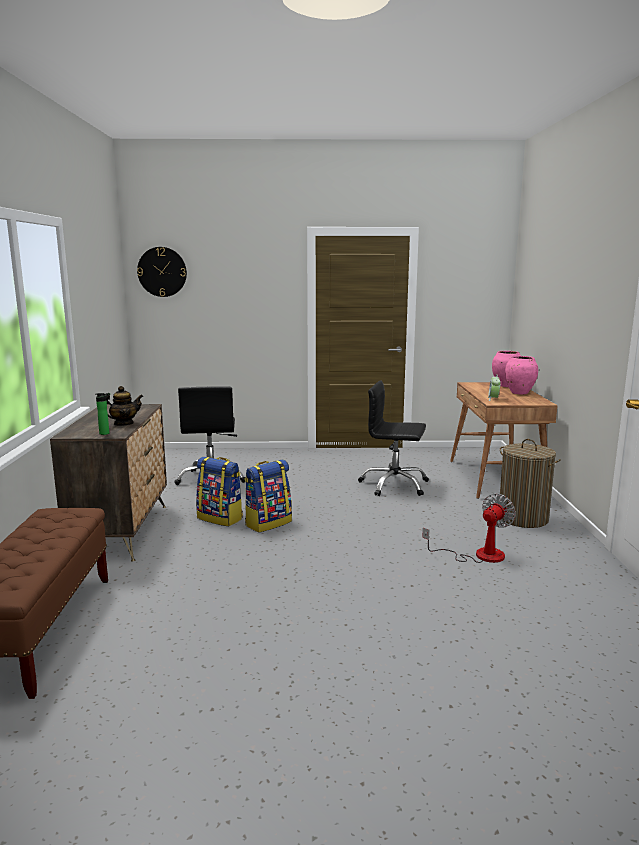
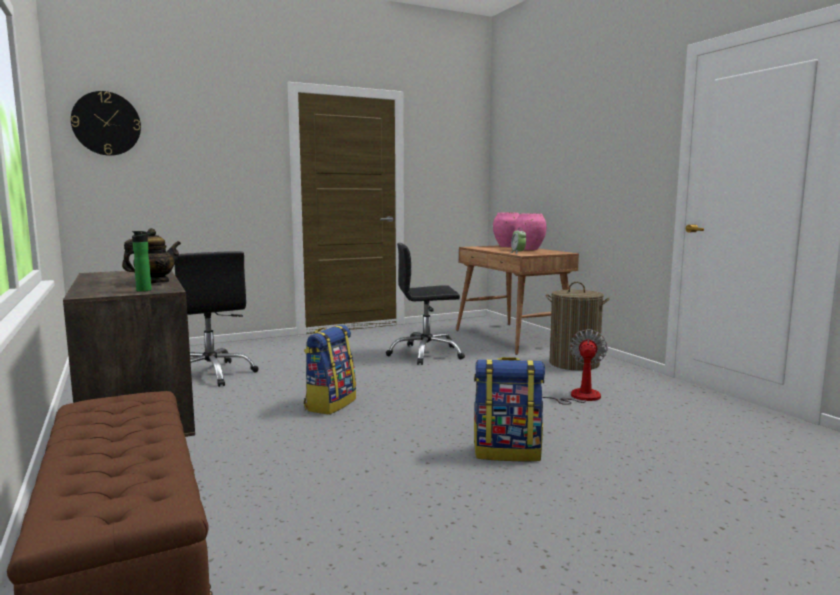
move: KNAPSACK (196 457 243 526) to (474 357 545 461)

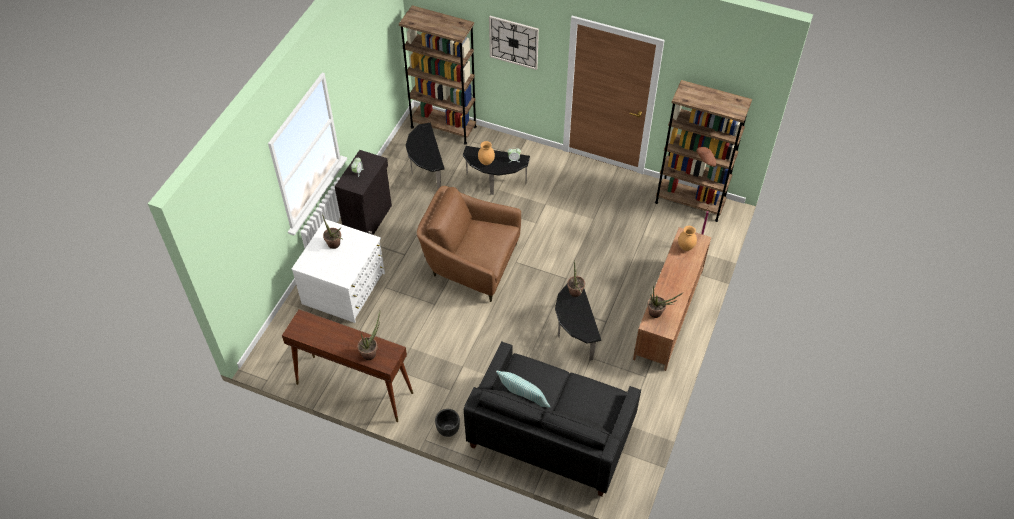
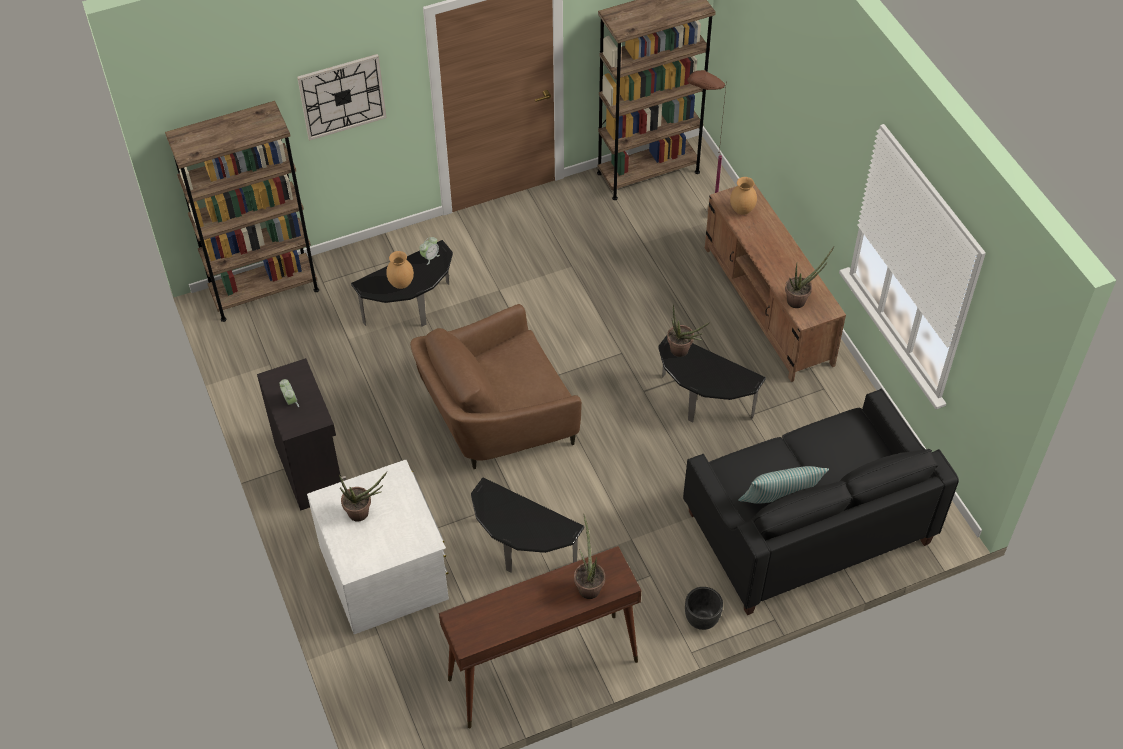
move: END TABLE (406 123 445 189) to (471 477 584 573)

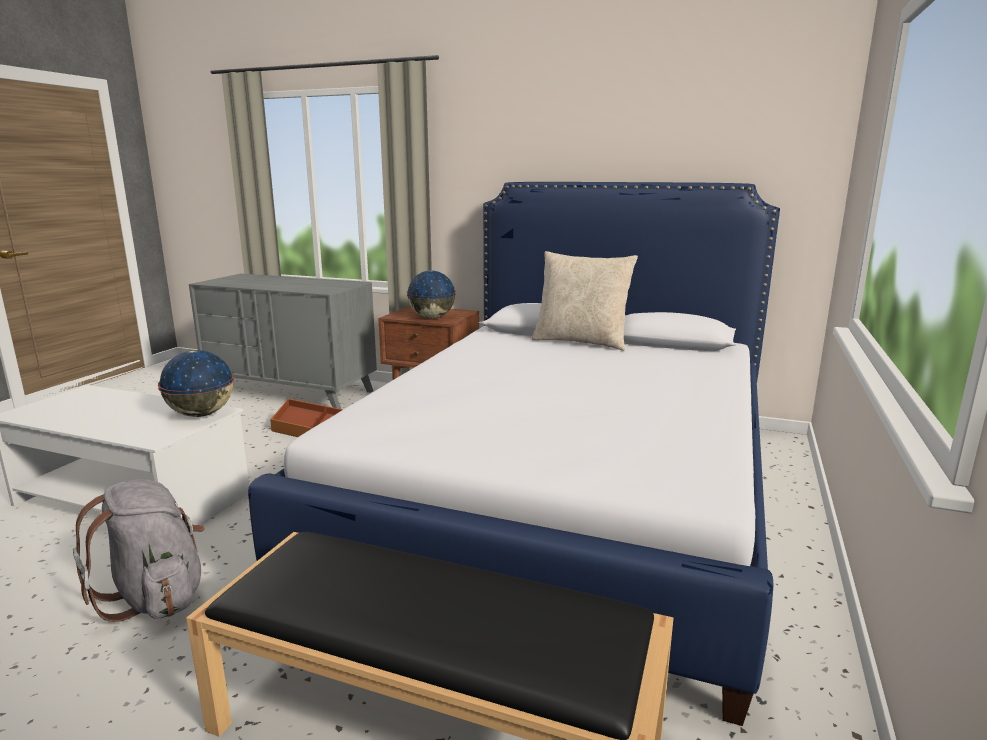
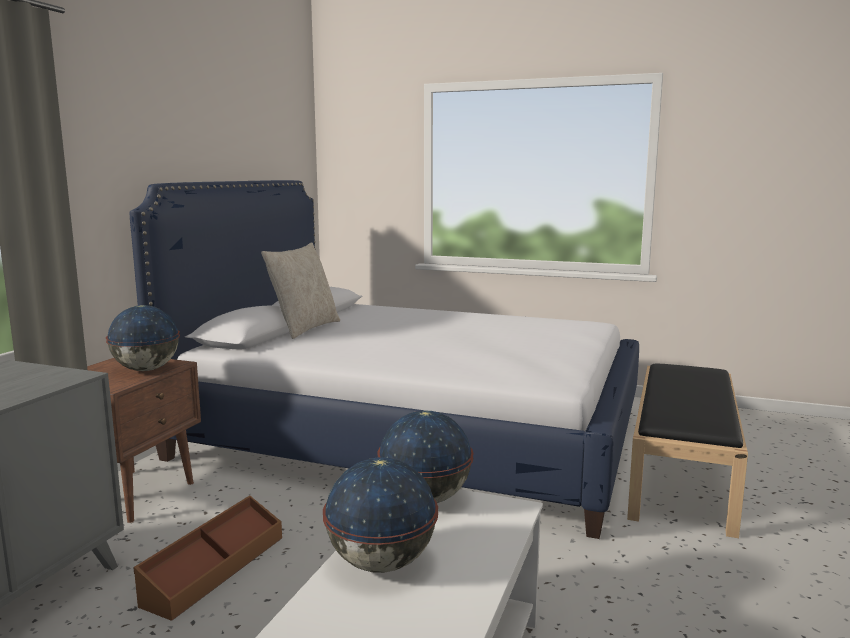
delete: GREY KNAPSACK (73 480 205 622)
insert: WORLD GLOBE (323 457 438 573)

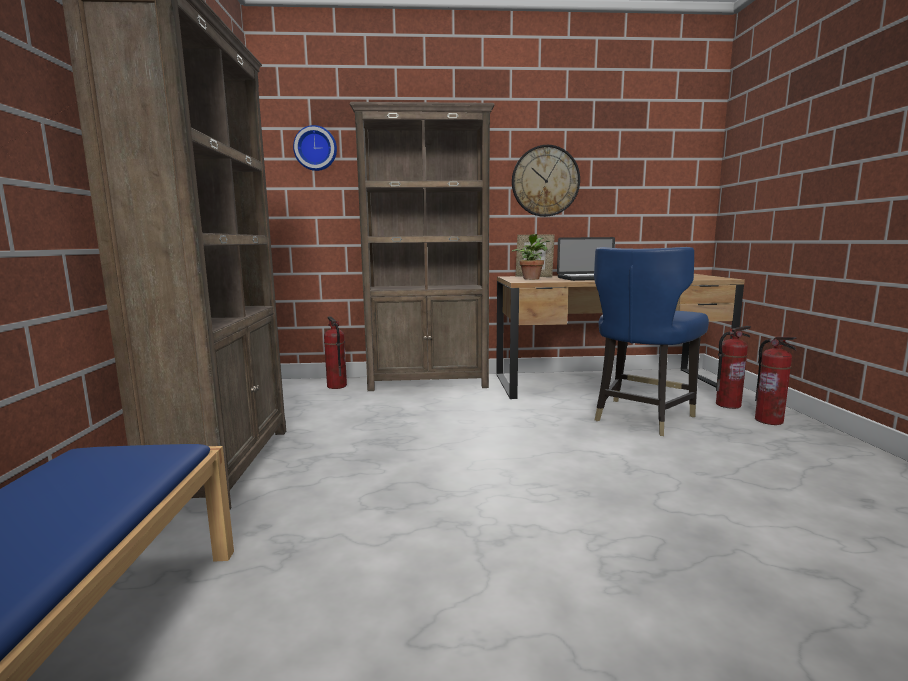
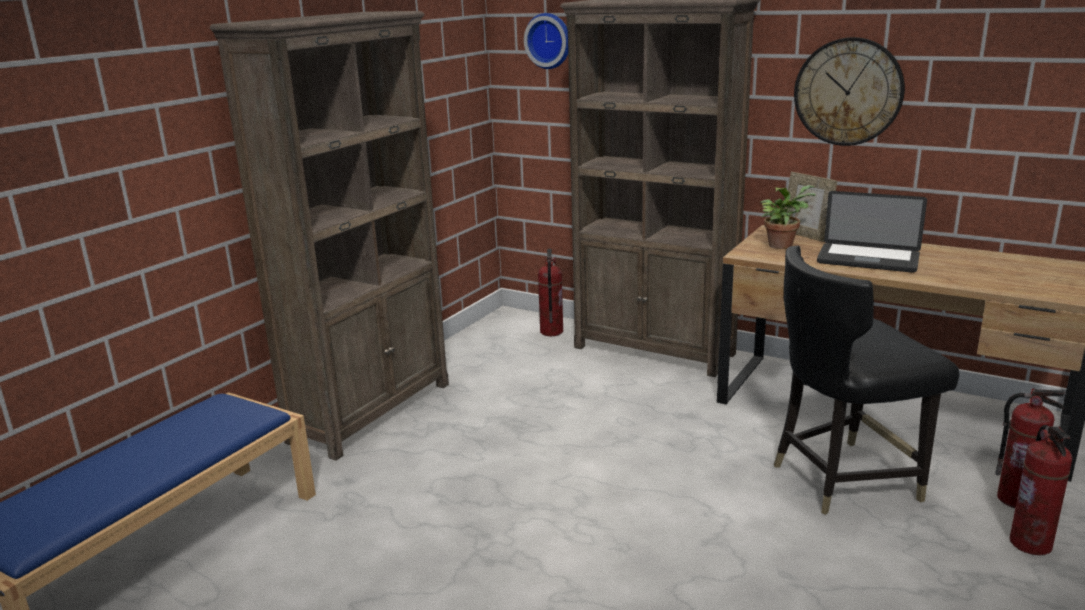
recolor: BLUISH CHAIR (594 247 709 436) to BLACK CHAIR (774 246 959 515)

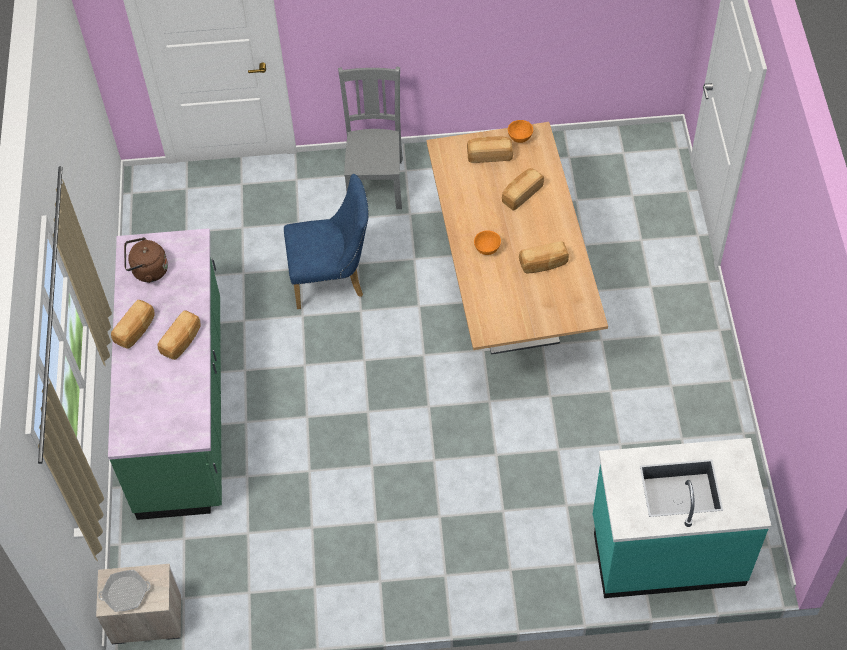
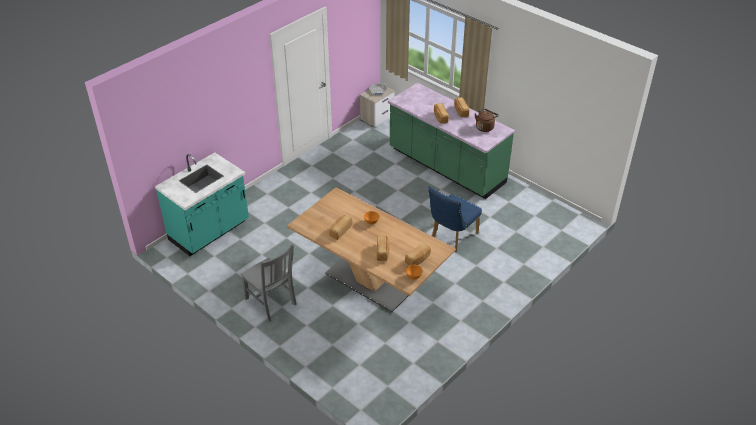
move: GREY CHAIR (338 66 403 209) to (241 244 297 322)

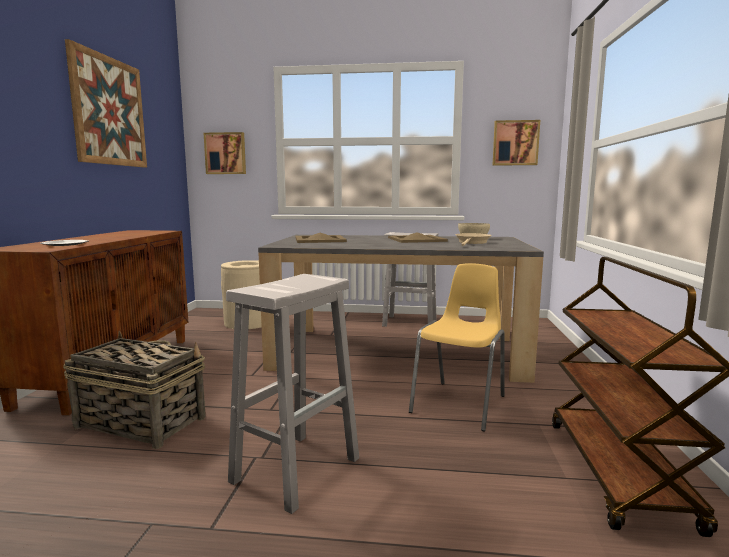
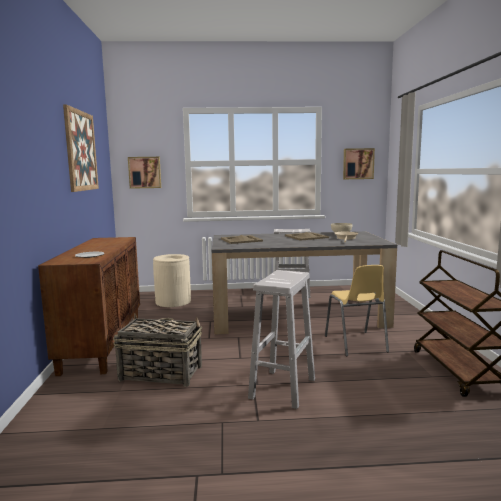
rotate: YELLOWISH CHAIR (409 263 505 431) = (325 265 389 356) 150 degrees clockwise

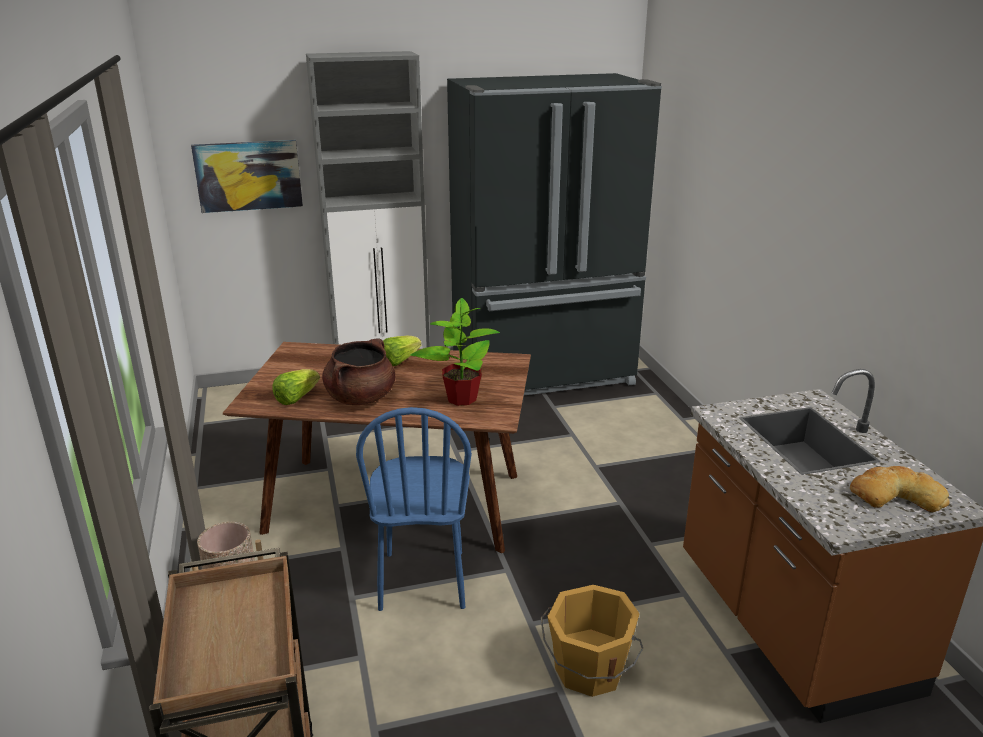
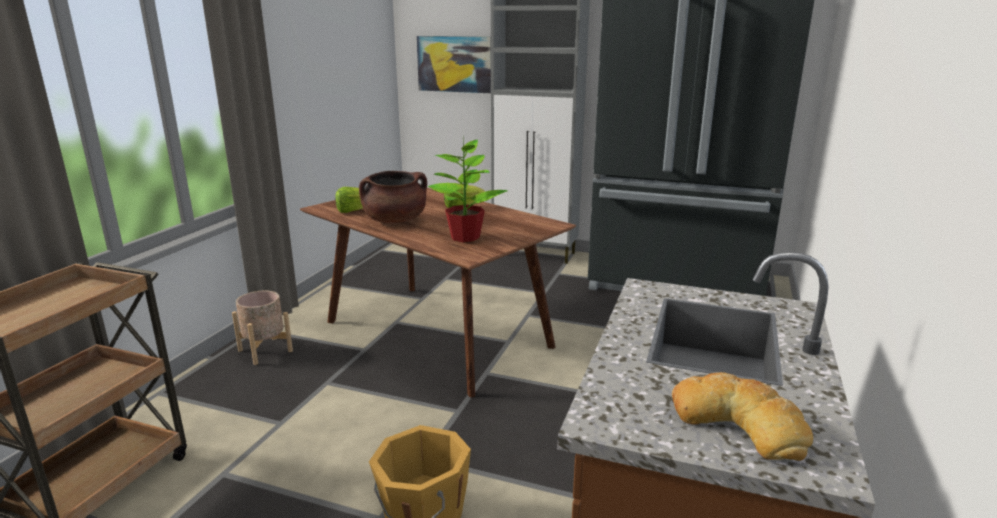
delete: BLUISH CHAIR (356 407 472 611)

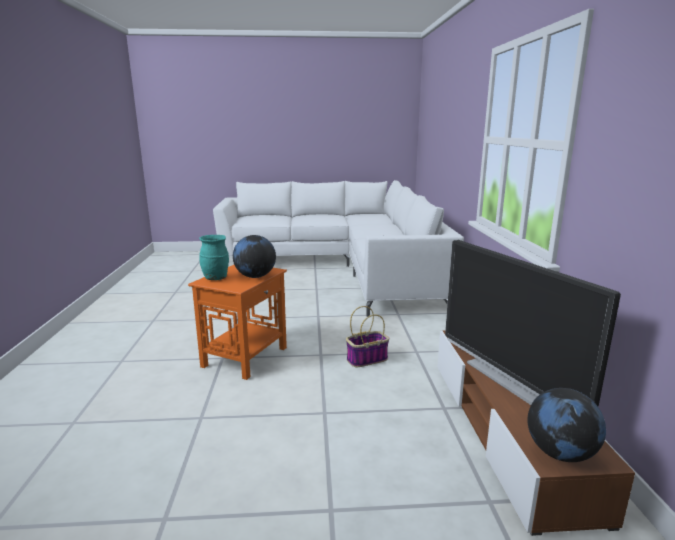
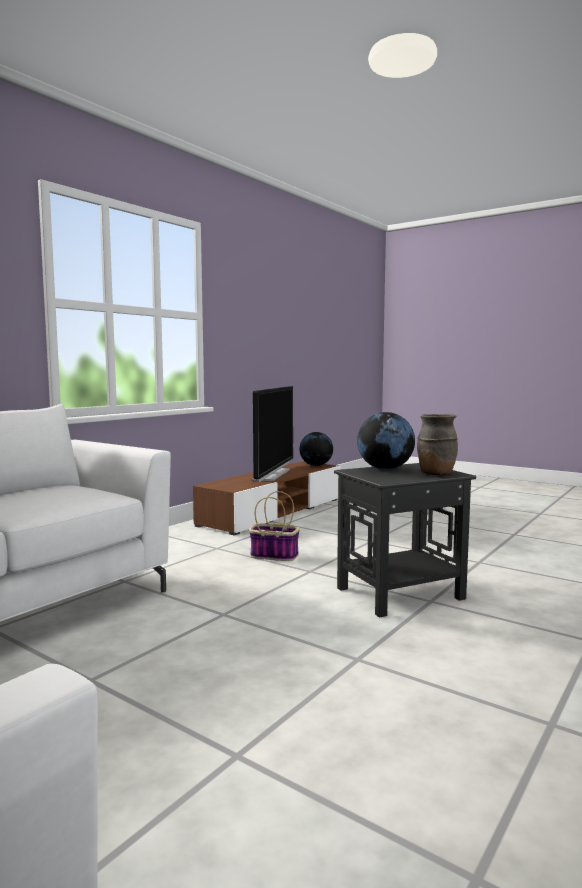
recolor: ORANGEY END TABLE (188 265 287 380) to BLACK END TABLE (334 463 476 618); BLUE-GREEN FLOWER VASE (199 235 229 280) to BROWN FLOWER VASE (417 414 458 475)

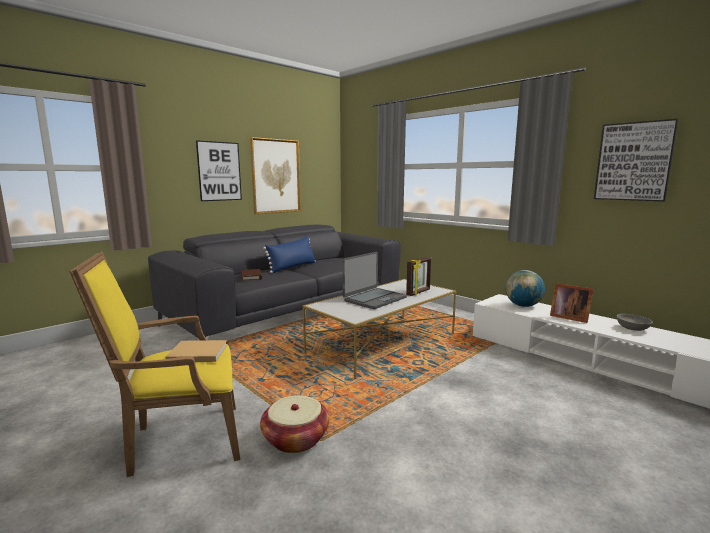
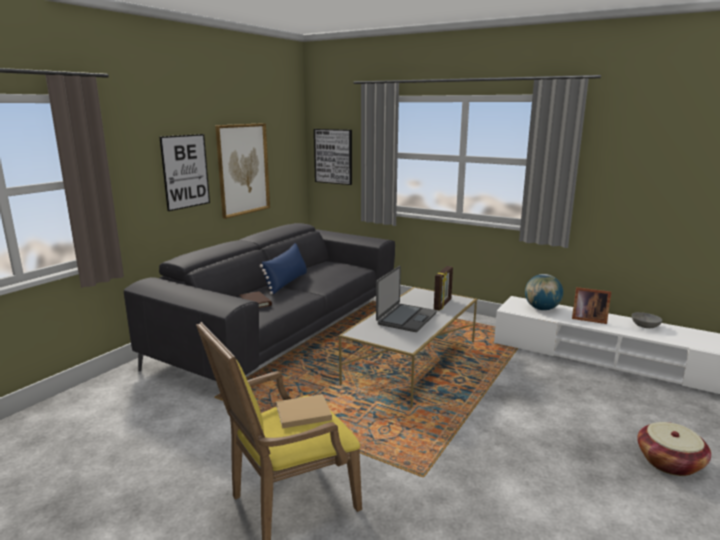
move: WALL ART (594 119 679 201) to (314 129 352 185); STORAGE BASKET (260 395 330 453) to (637 422 711 476)

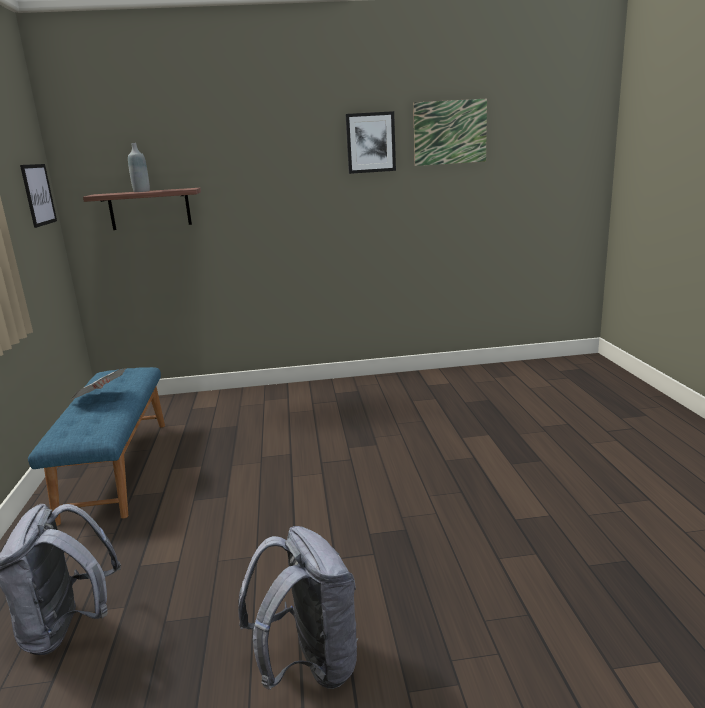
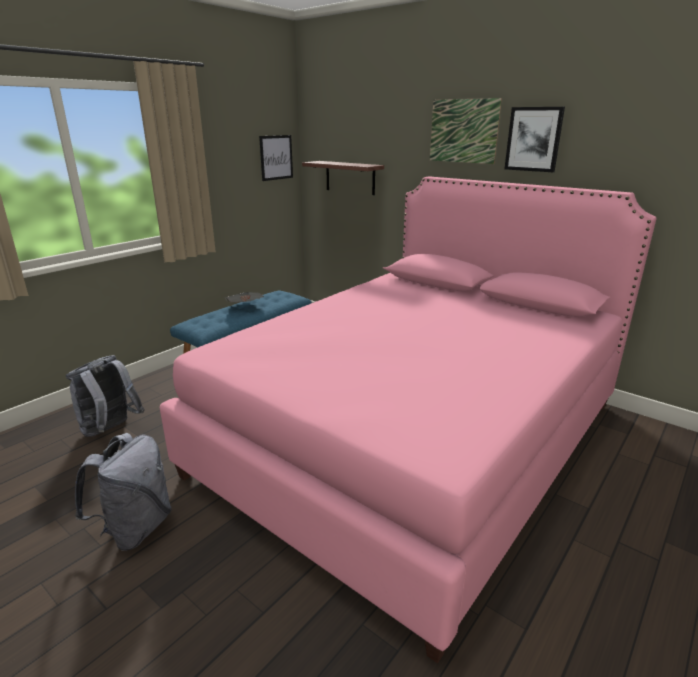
delete: GREY BOTTLE (128 143 150 192)
insert: PINKISH BED (160 176 656 664)
move: WALL ART (413 99 487 166) to (430 98 502 164)

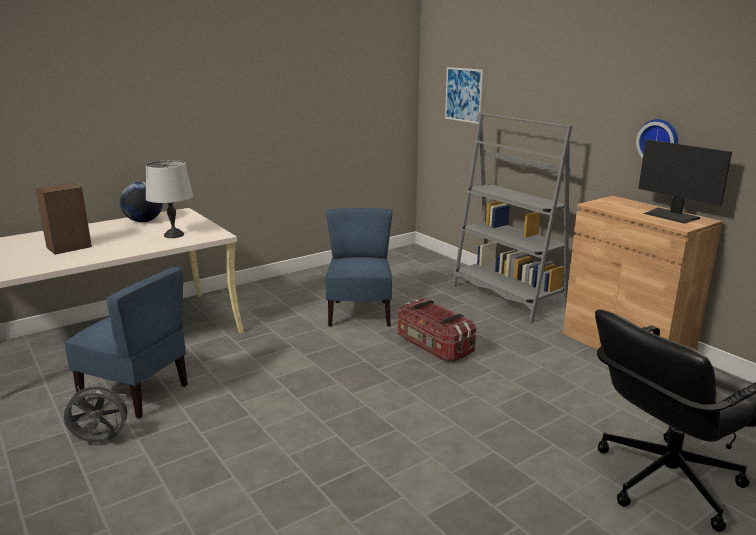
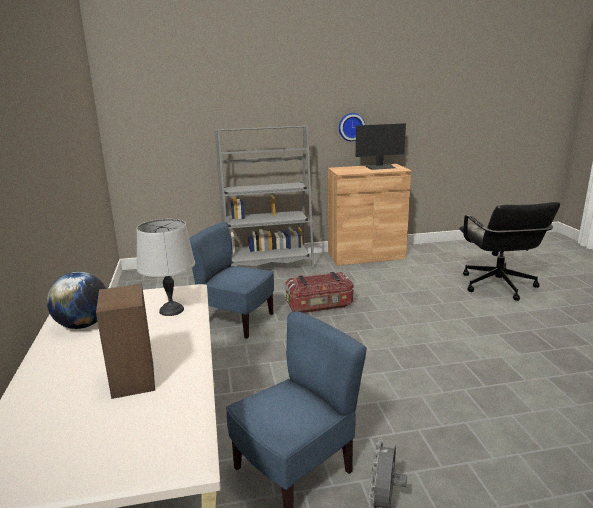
delete: WALL ART (445 67 483 124)

